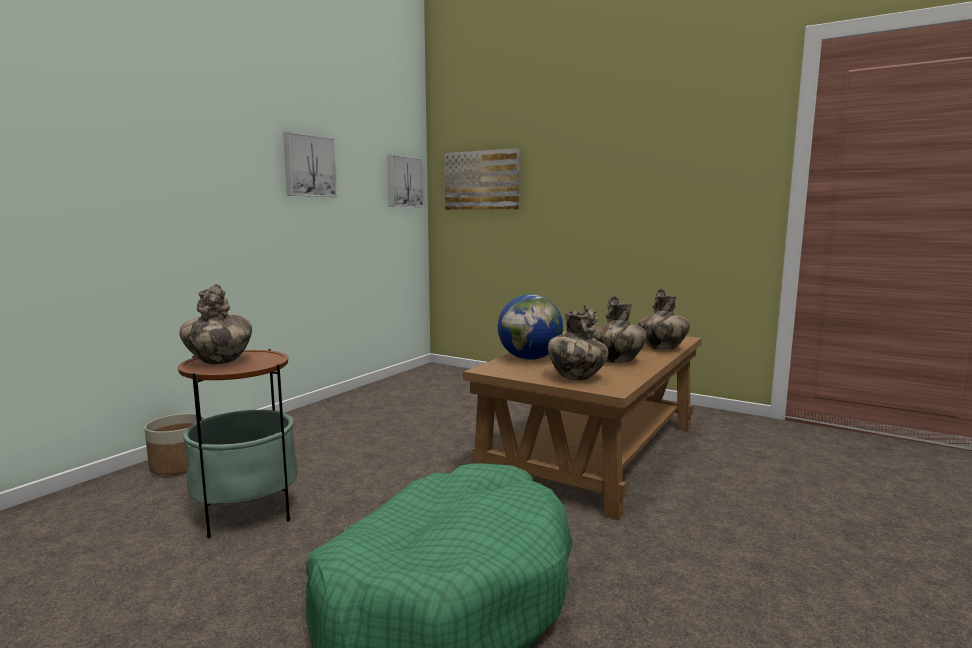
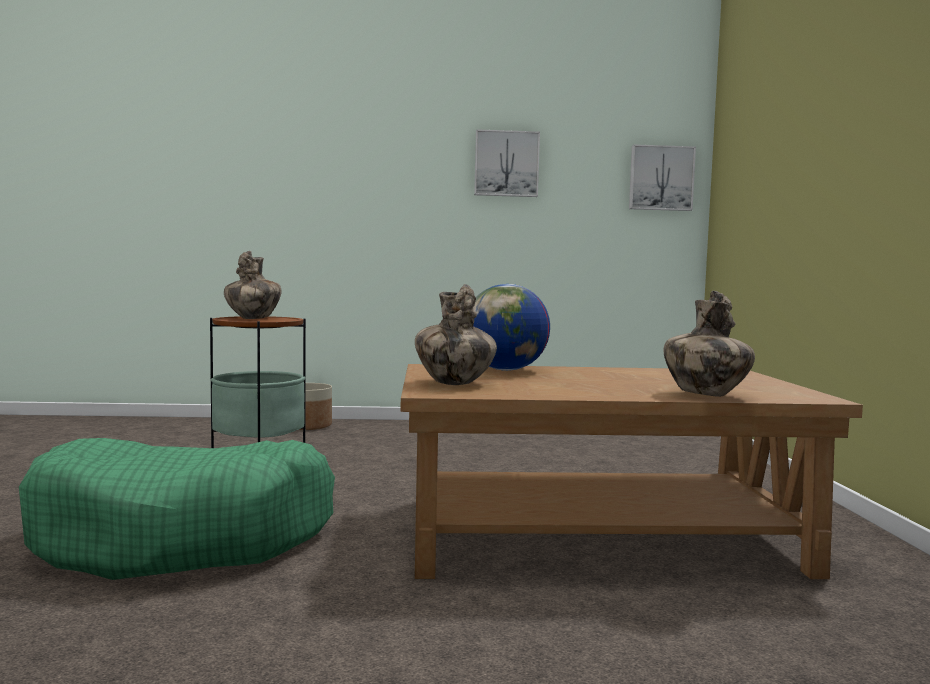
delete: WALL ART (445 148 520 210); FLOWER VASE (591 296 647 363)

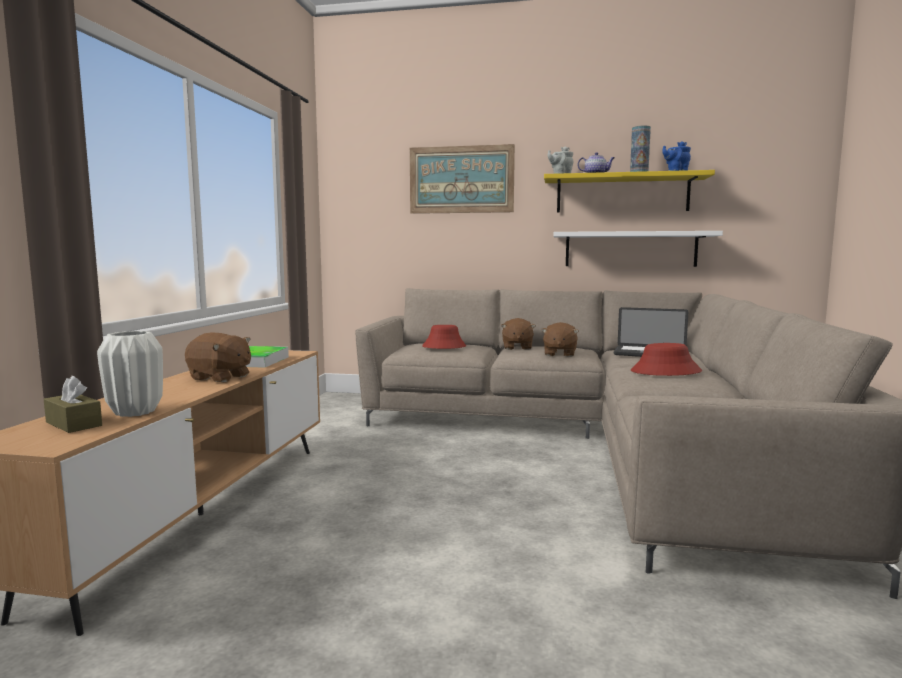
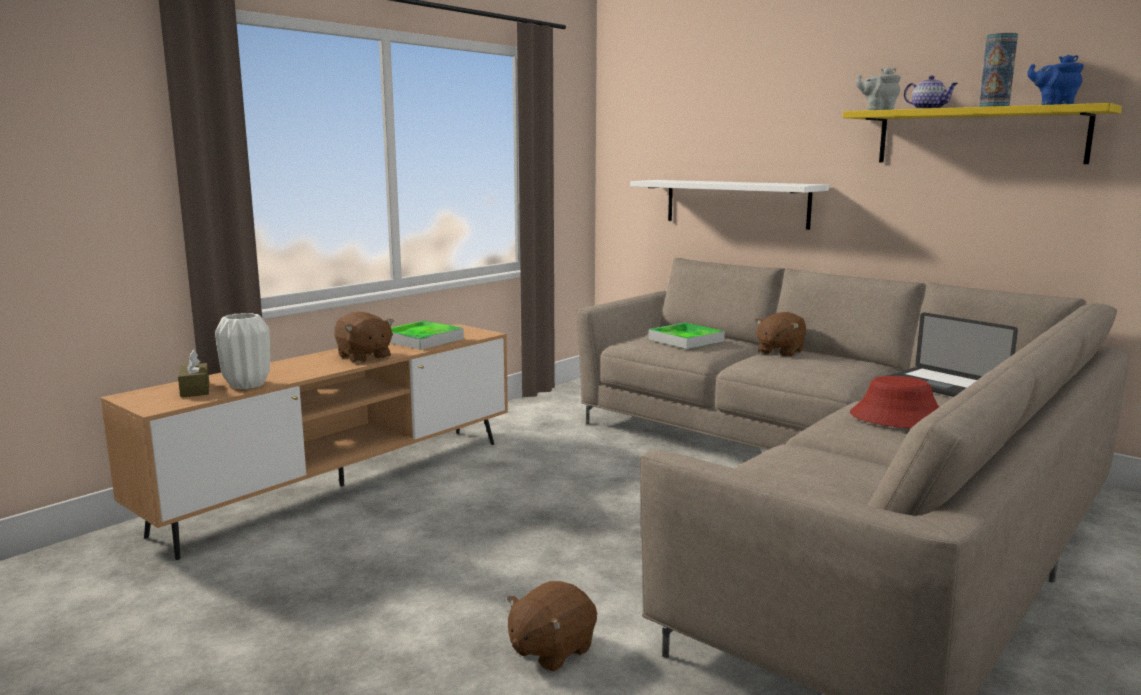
delete: WALL ART (410 144 515 214)
move: BROWN PLUSH TOY (542 322 579 357) to (507 581 597 672); WHITE-COLOURED BRACKET SHELF (553 231 723 267) to (630 180 829 230)
replace: REDDISH CLOTHING HAT (422 325 466 349) to SERVING TRAY (648 323 725 349)

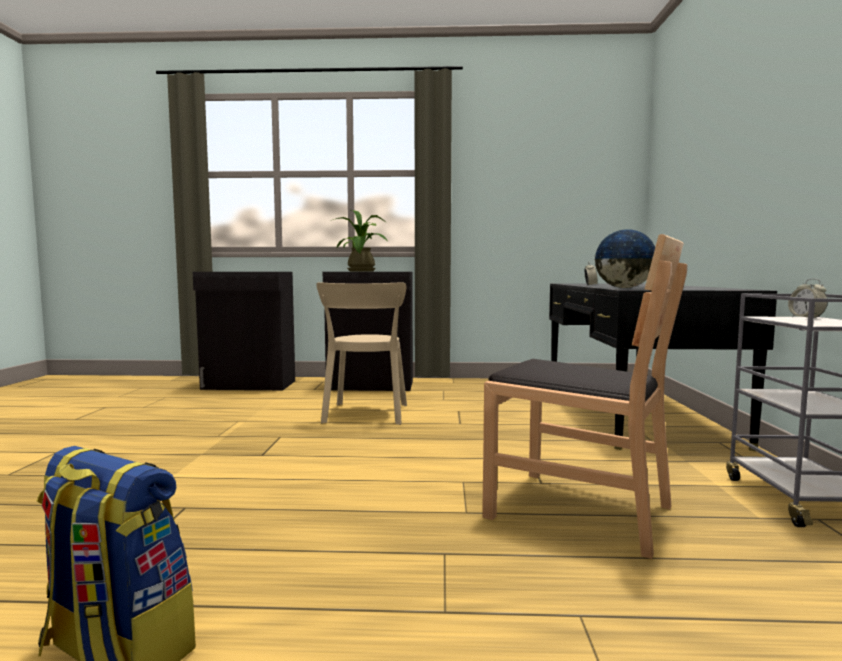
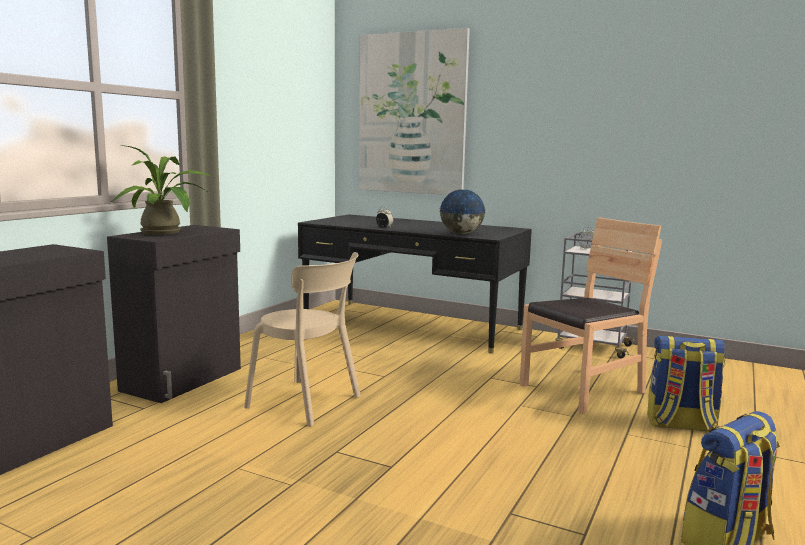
insert: WALL ART (359 28 470 195); KNAPSACK (647 336 726 431)

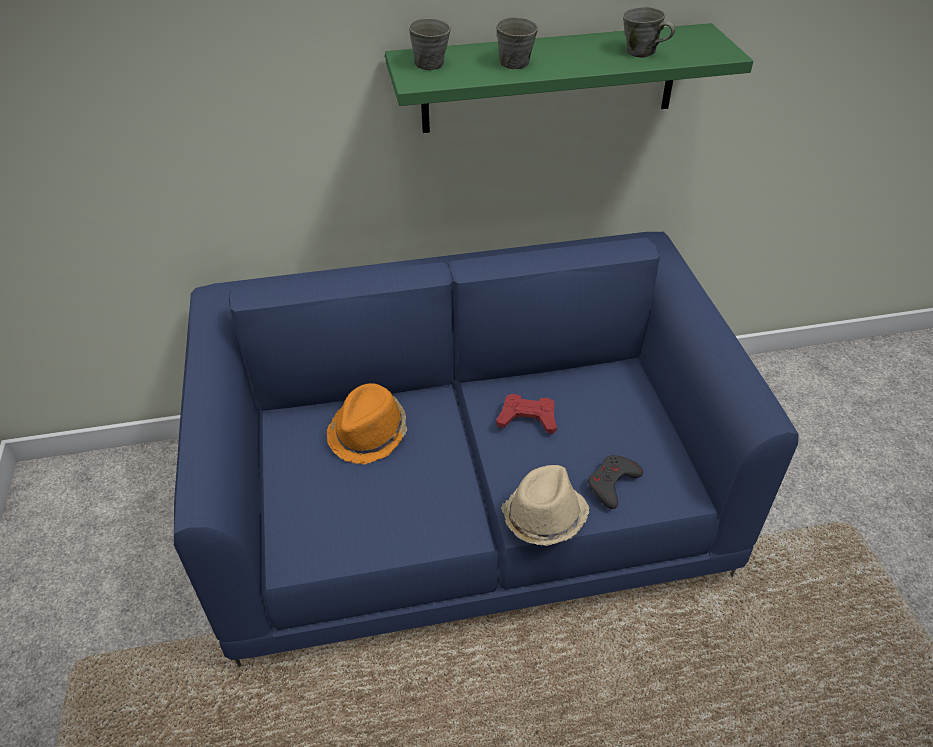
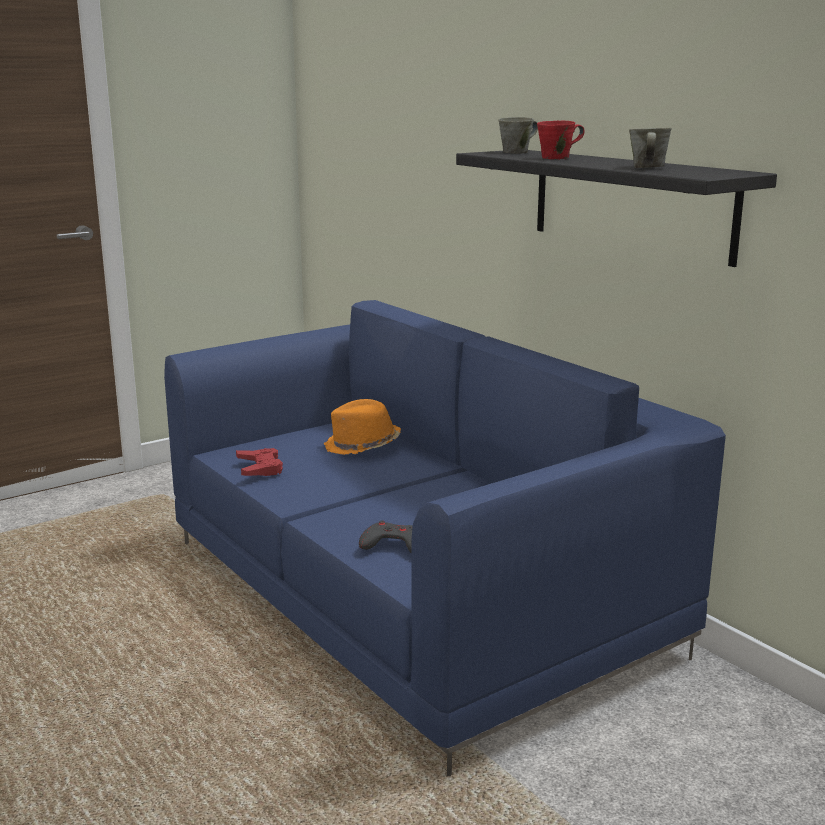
delete: BEIGE CLOTHING HAT (501 465 589 546)
move: REDDISH JOYPAD (496 394 557 434) to (236 448 283 476)
recolor: GREEN-COLOURED BRACKET SHELF (385 23 753 133) to BLACK BRACKET SHELF (456 150 777 267); GREY TEA MUG (496 17 538 69) to REDDISH TEA MUG (537 121 585 159)

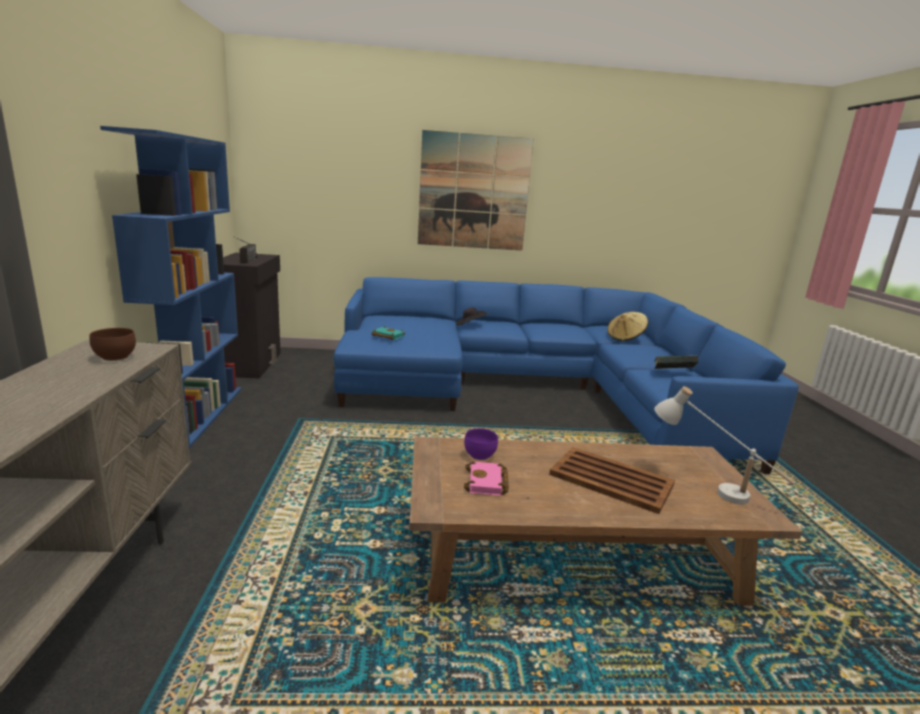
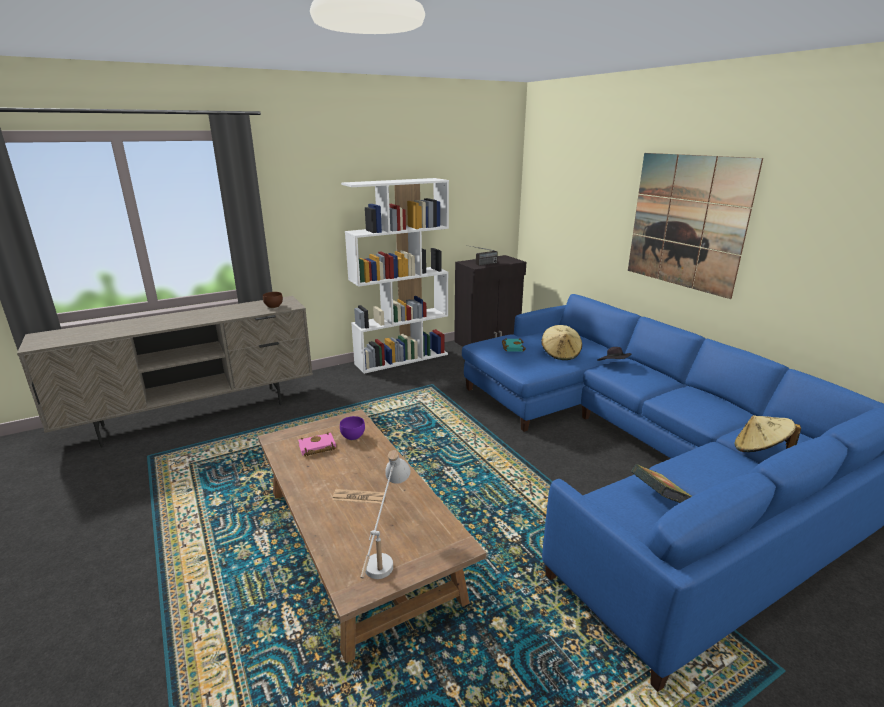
insert: BEIGE CLOTHING HAT (541 325 582 360)
replace: BROWN SERVING TRAY (549 447 675 514) to NEWSPAPER (332 489 385 504)
recolor: BLUISH BOOKCASE (100 126 242 448) to WHITE-COLOURED BOOKCASE (341 178 449 374)

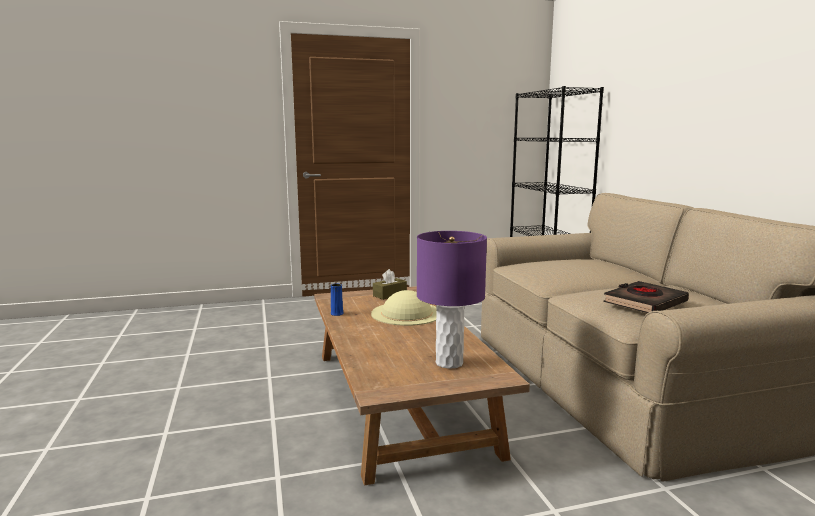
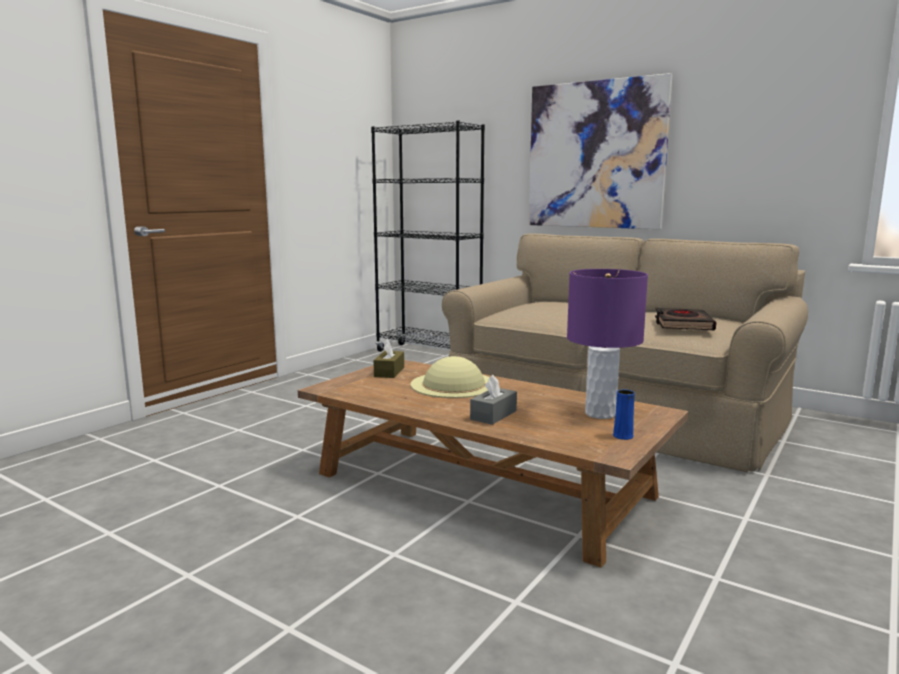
insert: GREY BOX OF TISSUES (470 375 517 425); WALL ART (529 73 672 229)
move: BLUISH FLOWER VASE (331 284 344 316) to (613 389 635 440)

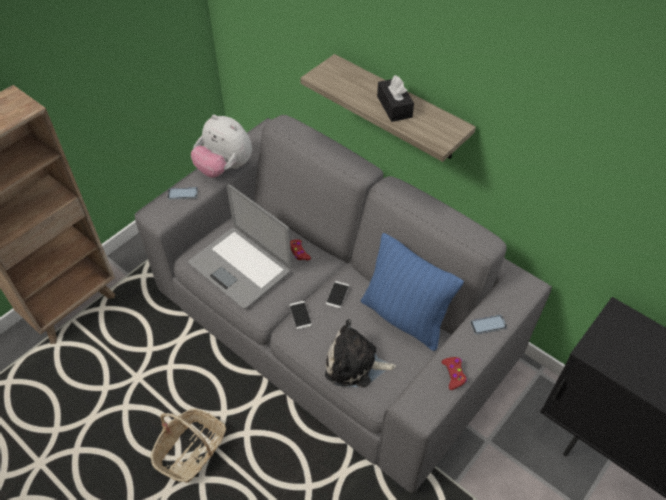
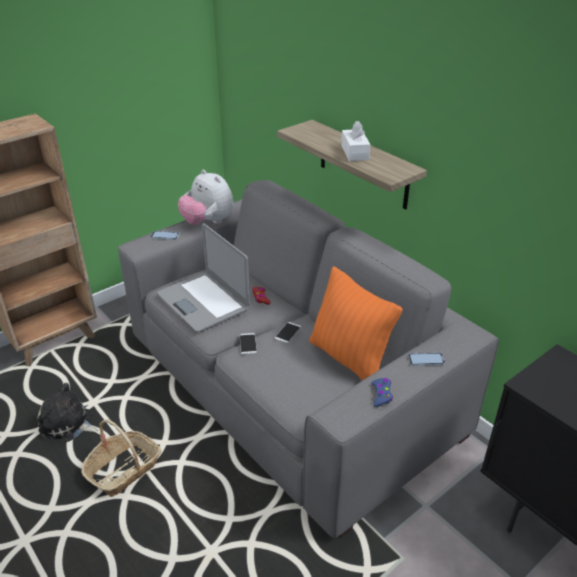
move: PLUSH TOY (325 319 396 387) to (38 383 99 442)
recolor: BLUISH CUSHION (361 233 464 351) to ORANGEY CUSHION (309 266 403 381); BLACK BOX OF TISSUES (377 75 414 122) to WHITE-COLOURED BOX OF TISSUES (341 121 370 161); REDDISH JOYPAD (442 357 467 390) to BLUISH JOYPAD (371 378 393 407)

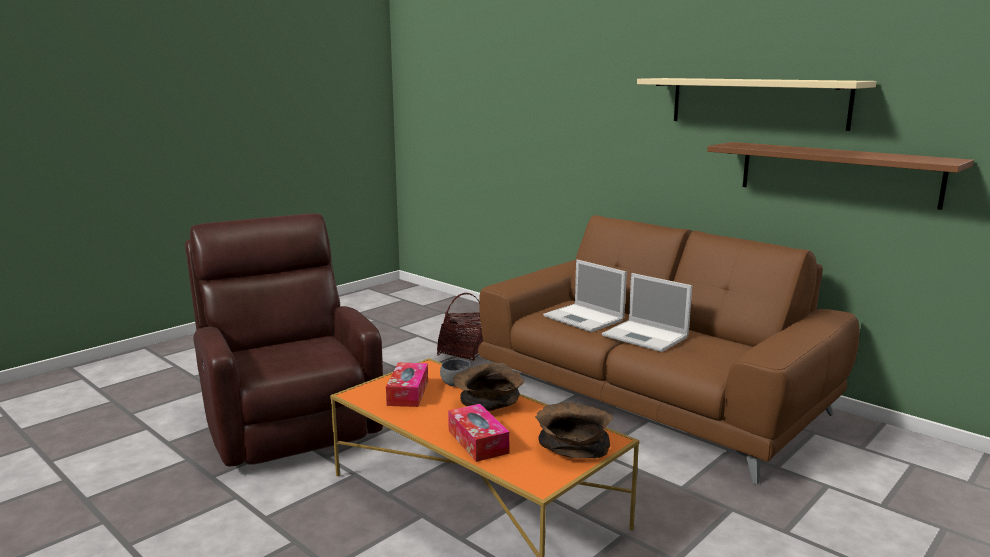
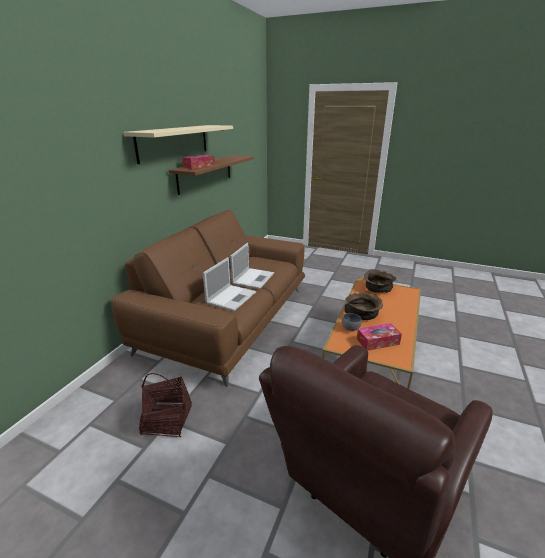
move: BOX OF TISSUES (448 404 510 462) to (182 155 215 169)

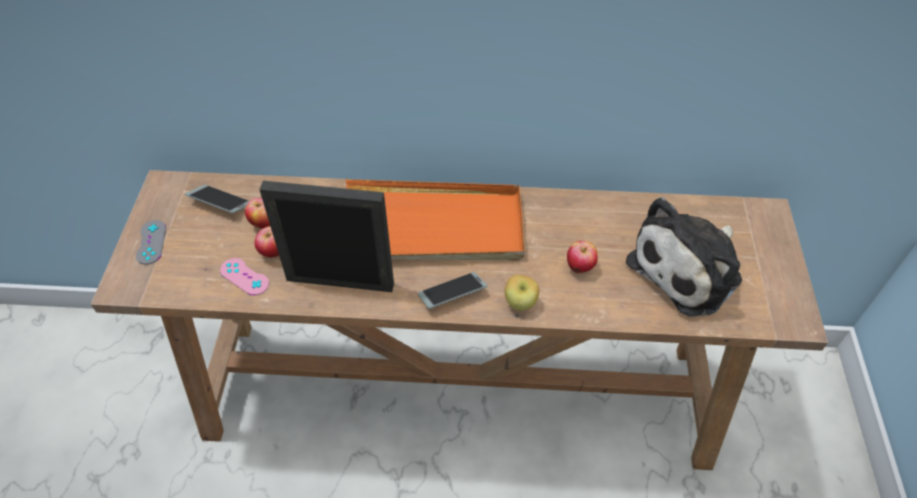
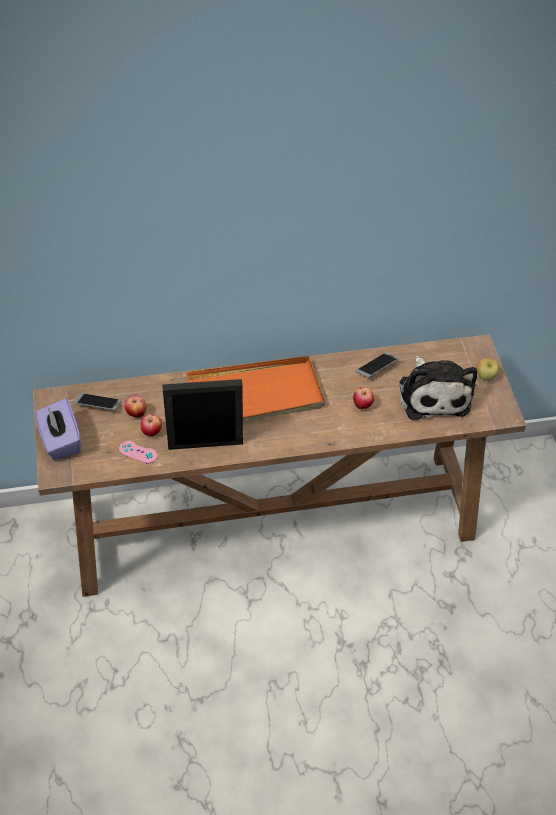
move: PHONE (418 272 487 309) to (356 353 399 378); APPLE (504 275 539 311) to (476 358 499 381)
replace: GREY JOYPAD (136 220 166 265) to PURPLISH BOX OF TISSUES (36 398 81 460)
rotate: PLUSH TOY (626 198 742 317) = (399 356 477 420) 45 degrees counterclockwise

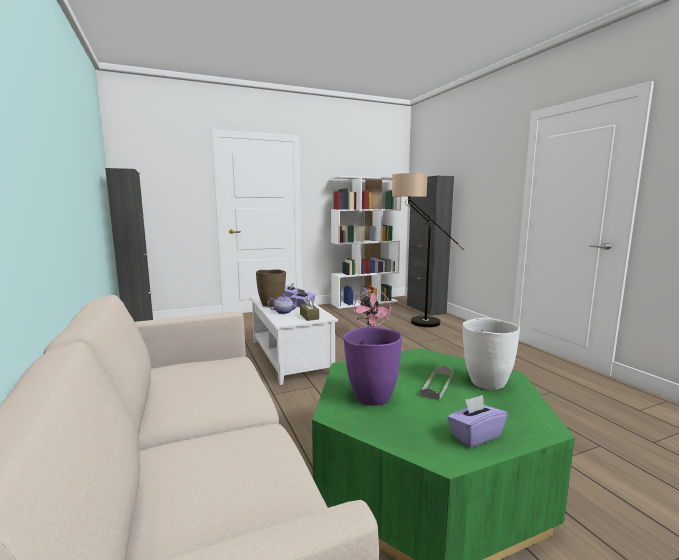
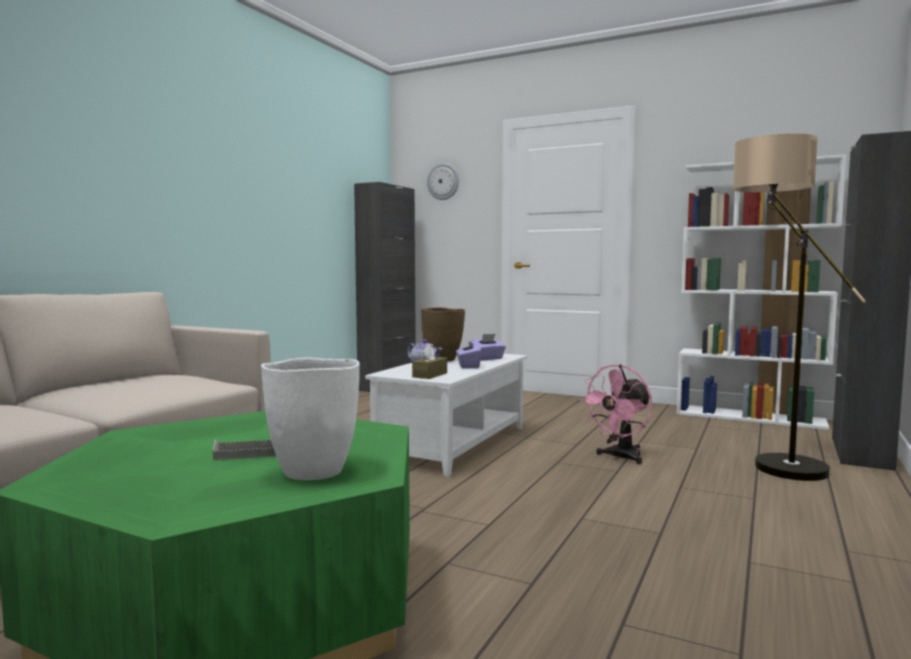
delete: PURPLISH FLOWER VASE (343 327 402 406); PURPLISH BOX OF TISSUES (447 395 508 448)
insert: CLOCK ON THE WALL (427 163 459 200)

